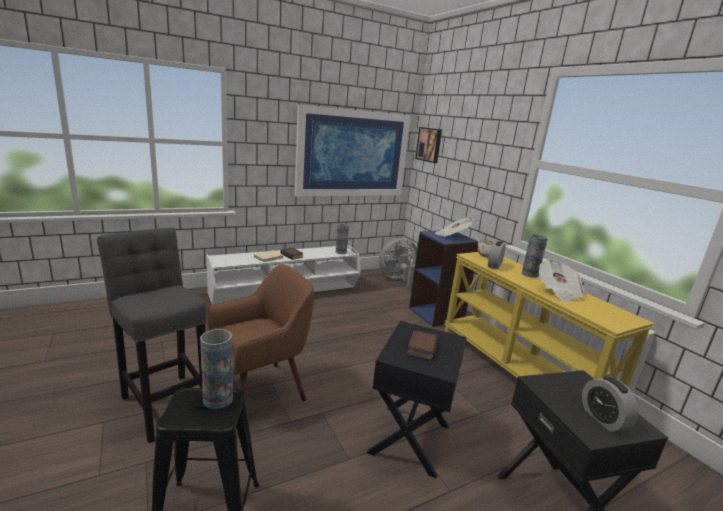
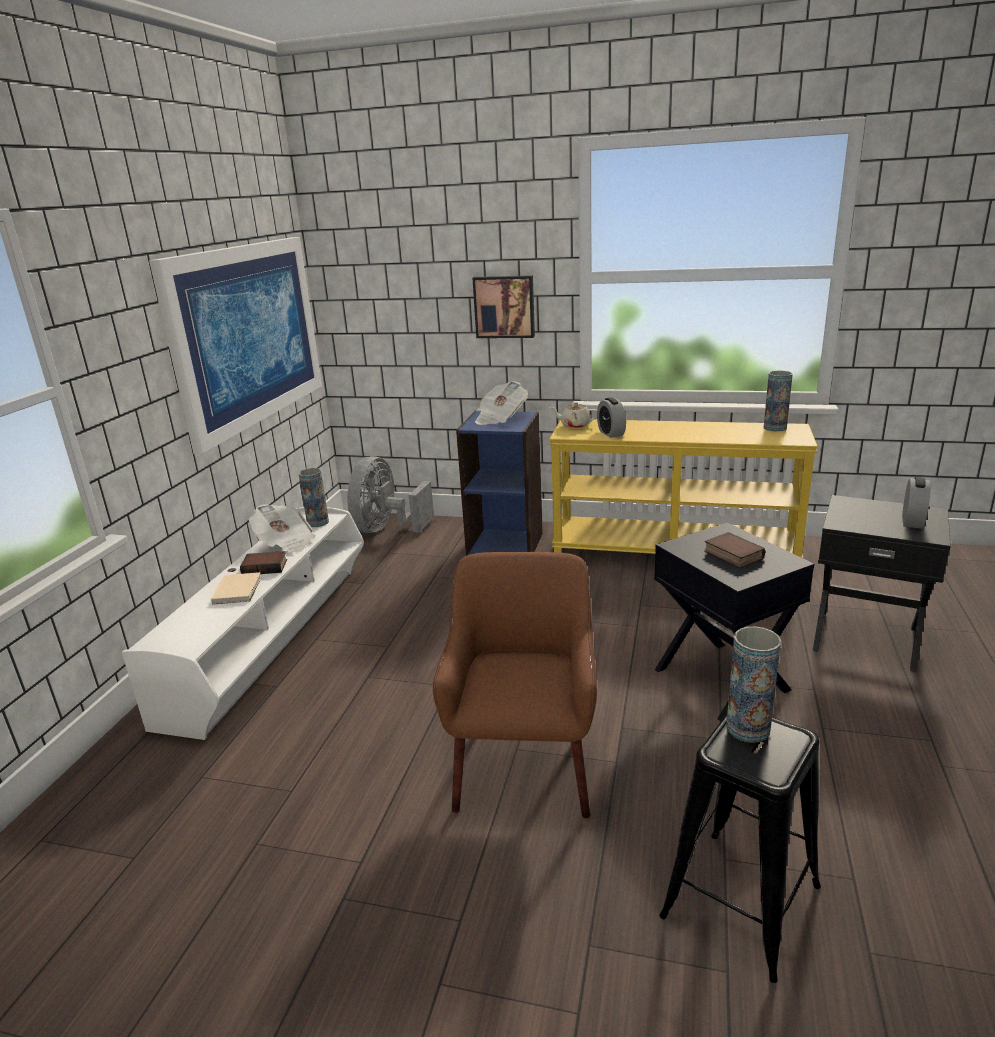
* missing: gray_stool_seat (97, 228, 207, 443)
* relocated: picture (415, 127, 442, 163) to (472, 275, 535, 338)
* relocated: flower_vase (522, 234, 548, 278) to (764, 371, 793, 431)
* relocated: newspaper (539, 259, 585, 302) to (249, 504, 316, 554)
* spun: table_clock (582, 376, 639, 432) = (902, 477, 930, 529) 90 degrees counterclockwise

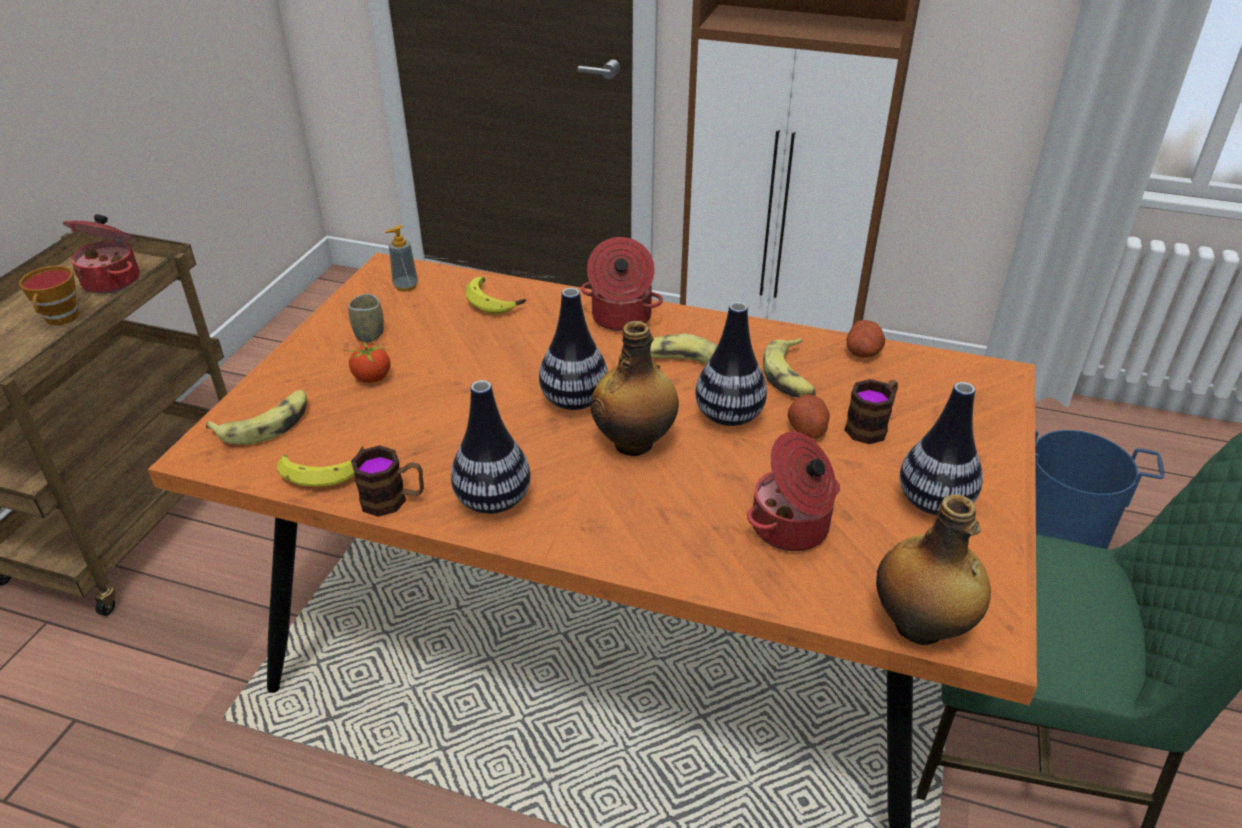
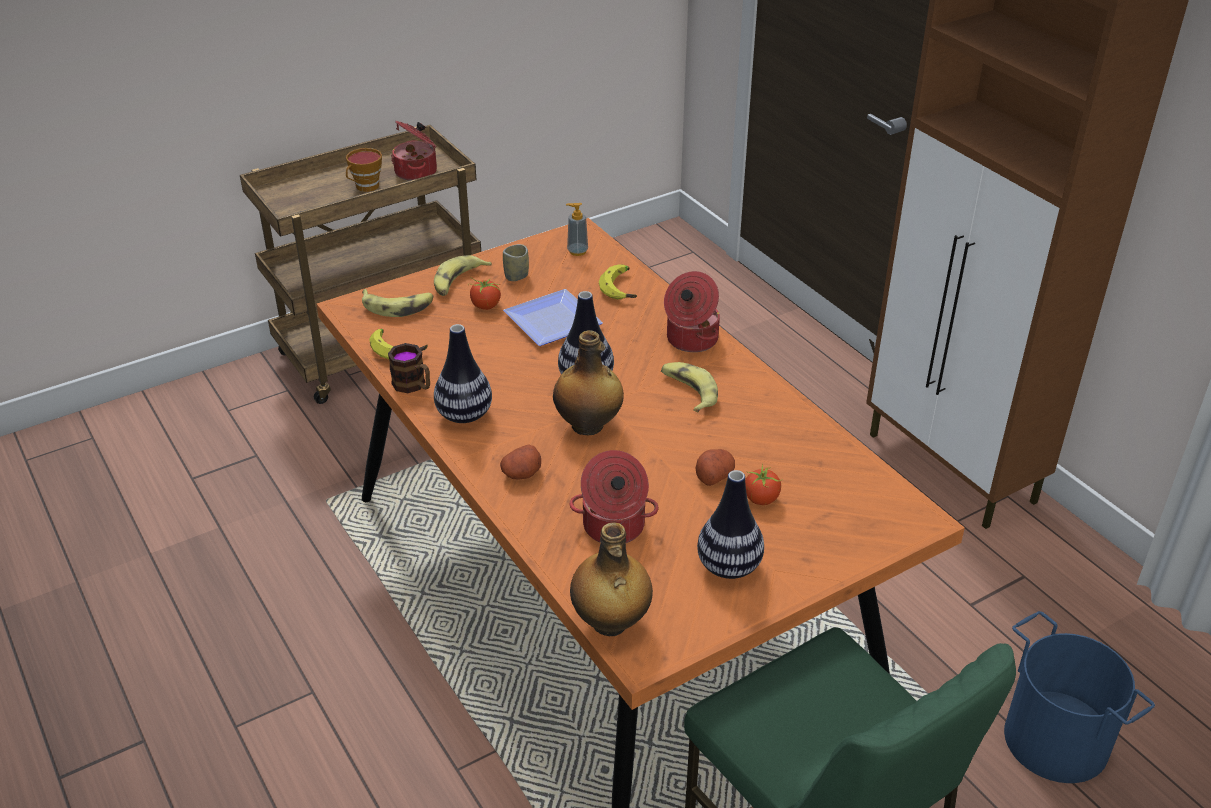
* missing: flower_vase (695, 302, 767, 426)
* relocated: whole_banana (763, 338, 816, 397) to (434, 255, 492, 296)
* exchanged: coffee_mug (844, 379, 898, 444) to tomato (745, 464, 781, 505)
* relocated: spud (847, 320, 885, 358) to (500, 444, 541, 480)
* appeared: dinner_plate (503, 289, 603, 346)

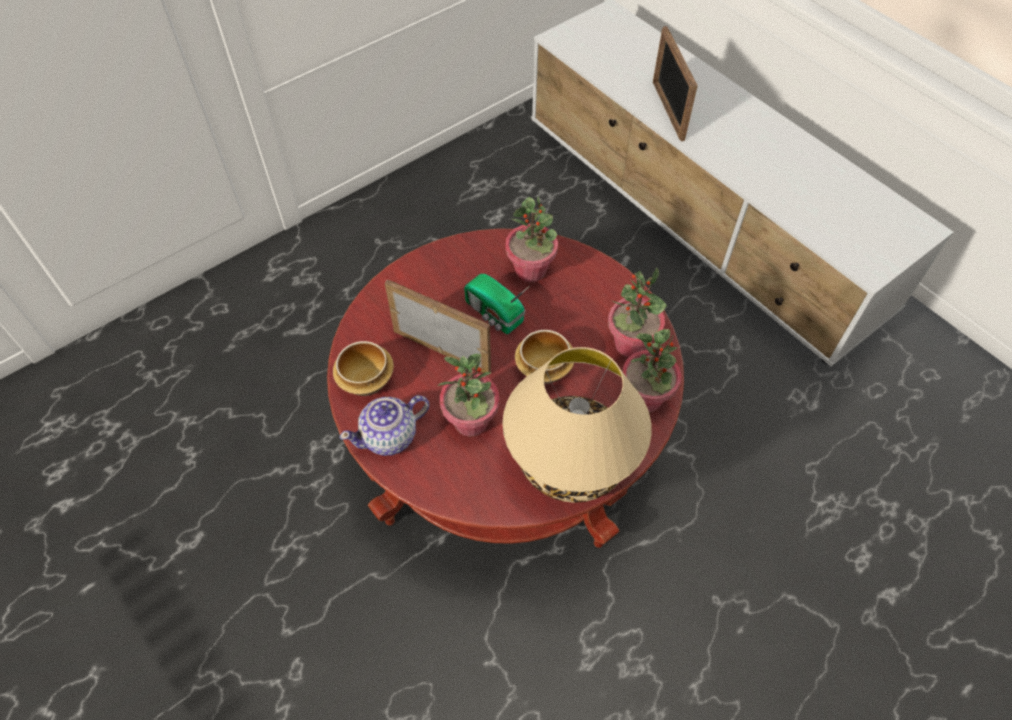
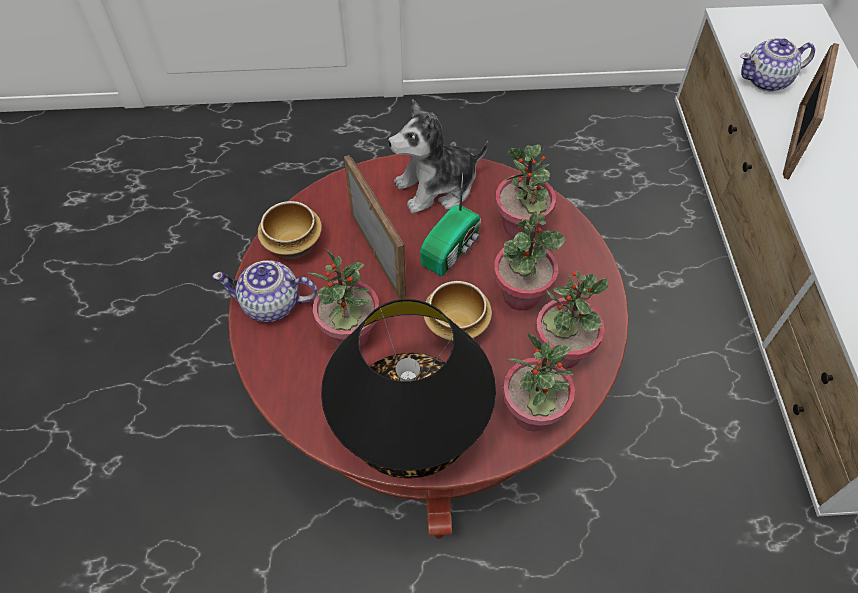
* spun: radio_receiver (464, 274, 530, 334) = (420, 173, 481, 276) 135 degrees counterclockwise
* colour: beige_tabletop_lamp (502, 347, 652, 503) to black_tabletop_lamp (321, 299, 496, 479)
* appeared: soft_toy (388, 99, 489, 214)
* appeared: houseplant (494, 211, 566, 311)
* appeared: teapot (740, 37, 815, 91)

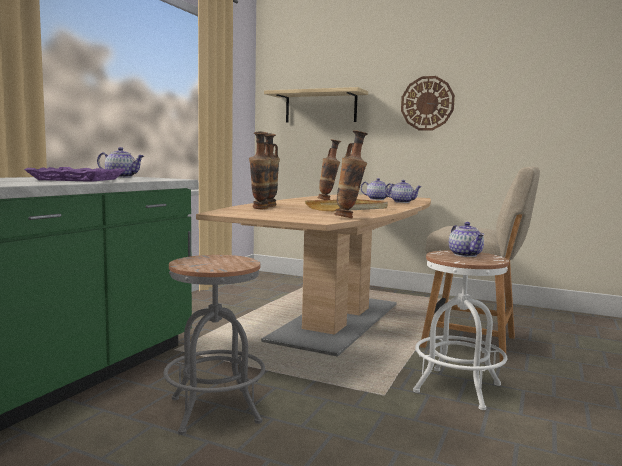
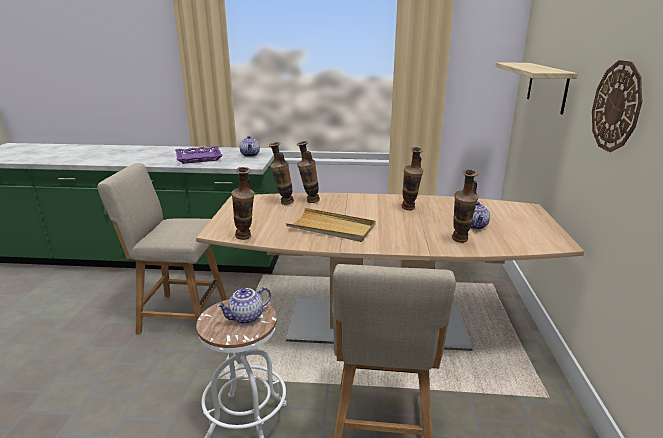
* exchanged: gray_stool_seat (163, 255, 265, 435) to beige_upright_chair (97, 163, 227, 335)
* exchanged: teapot (385, 180, 422, 203) to flower_vase (452, 169, 478, 243)

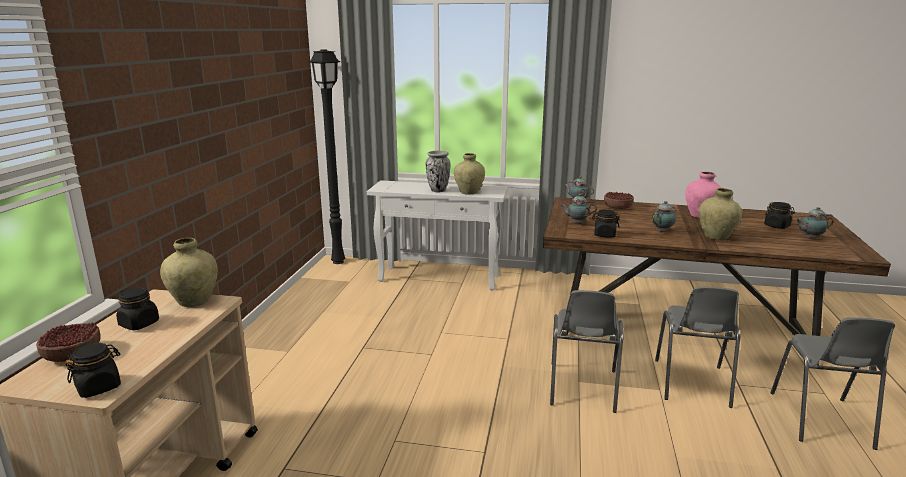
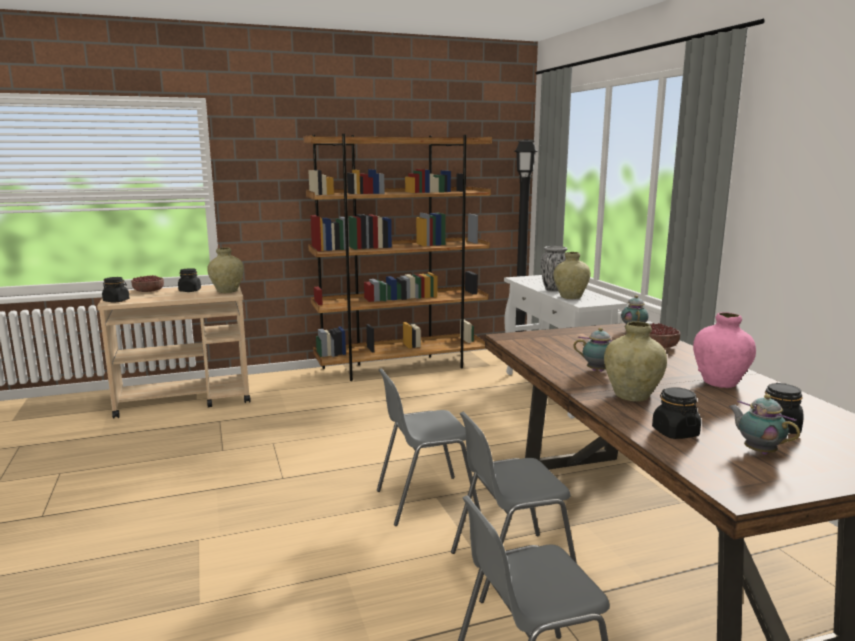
* missing: teapot (560, 194, 597, 224)
* relocated: black_preserve_jar (592, 210, 620, 237) to (652, 387, 701, 439)
* appeared: brown-coloured_bookshelf (303, 134, 492, 381)

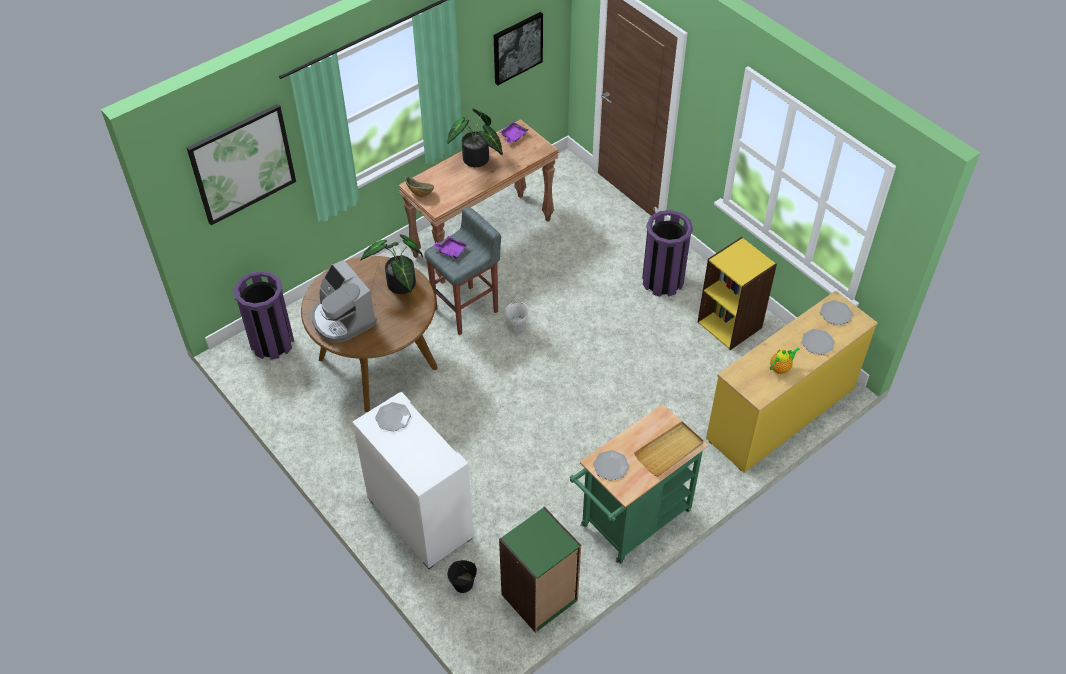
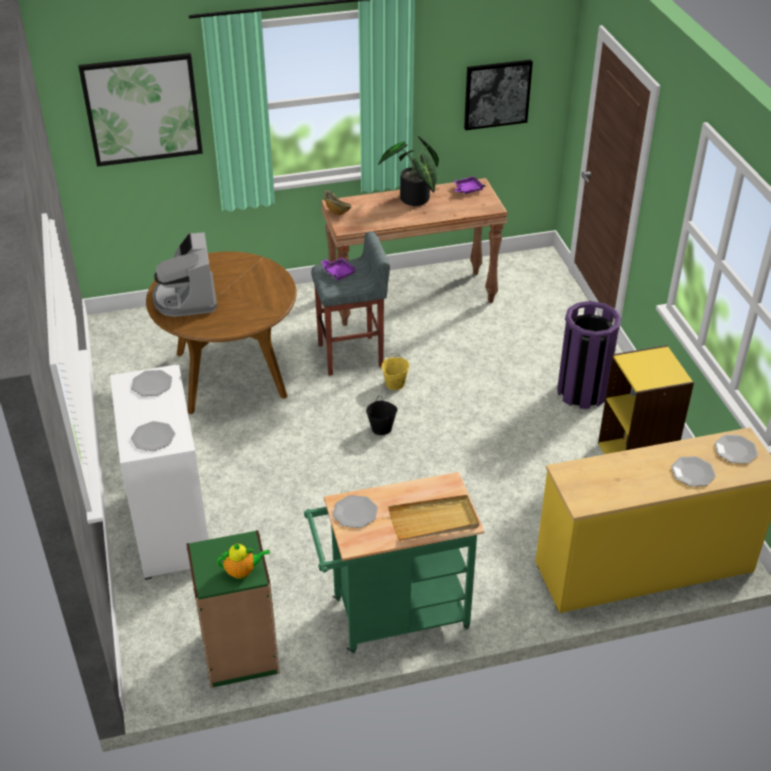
* missing: purplish_rubbish_bin (234, 271, 294, 360)
* missing: houseplant (360, 234, 423, 294)
* relocated: black_pail (447, 560, 477, 593) to (366, 396, 397, 435)
* colour: white_pail (505, 302, 529, 331) to yellow-coloured_pail (382, 353, 409, 390)
* relocated: teapot (770, 347, 800, 374) to (217, 543, 270, 579)
* appeared: dinner_plate (131, 421, 175, 451)

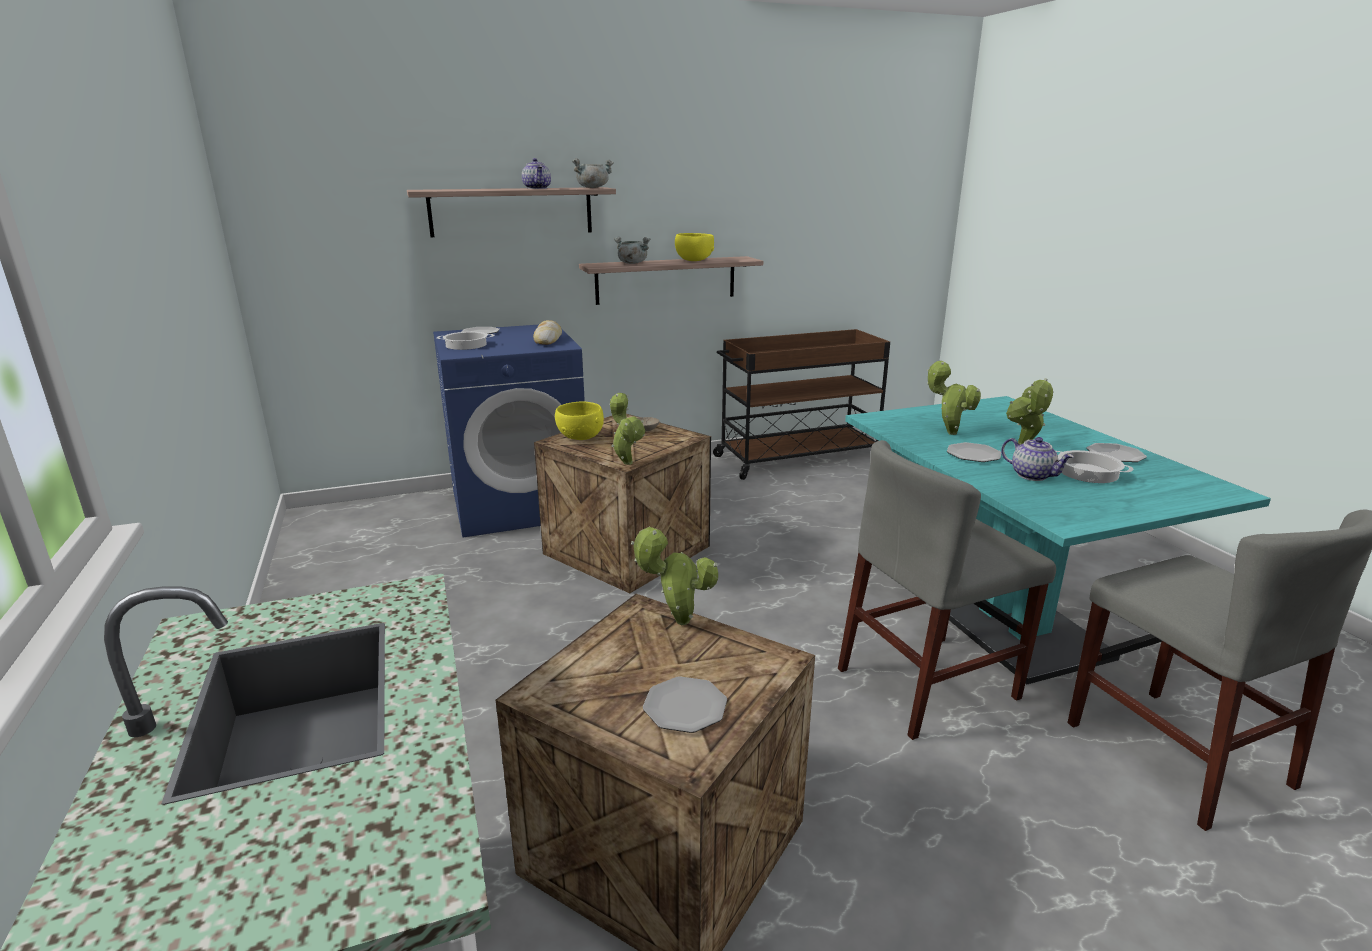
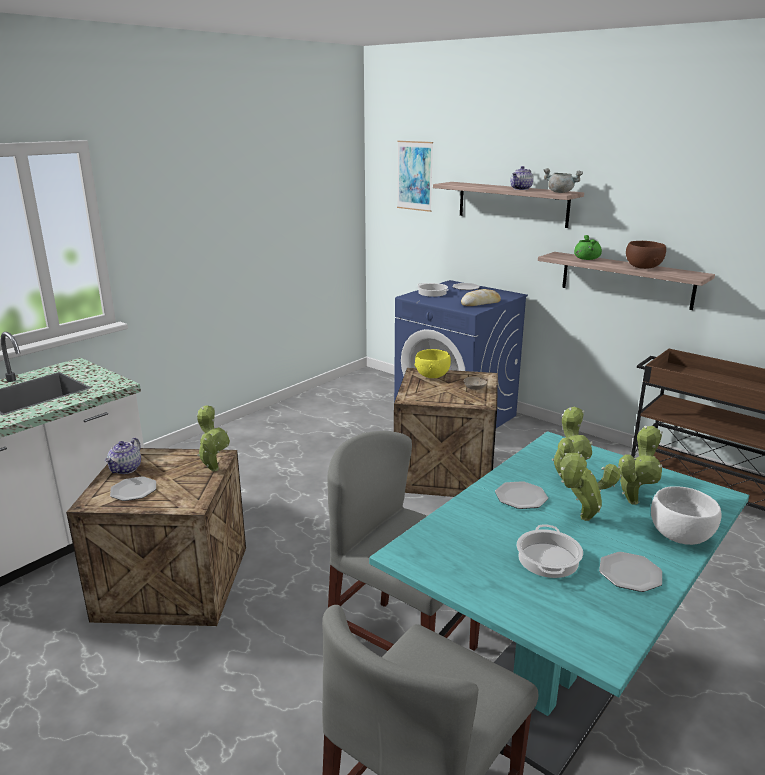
* relocated: houseplant (609, 393, 645, 465) to (618, 426, 663, 505)
* colour: gray_stockpot (614, 237, 651, 264) to greenish_stockpot (574, 235, 602, 260)
* colour: yellow-coloured_bowl (675, 233, 714, 261) to brown-coloured_bowl (626, 241, 666, 269)
* relocated: teapot (1001, 437, 1074, 481) to (105, 438, 141, 474)
* appeared: picture (397, 141, 433, 212)
* appeared: white_bowl (651, 486, 722, 545)

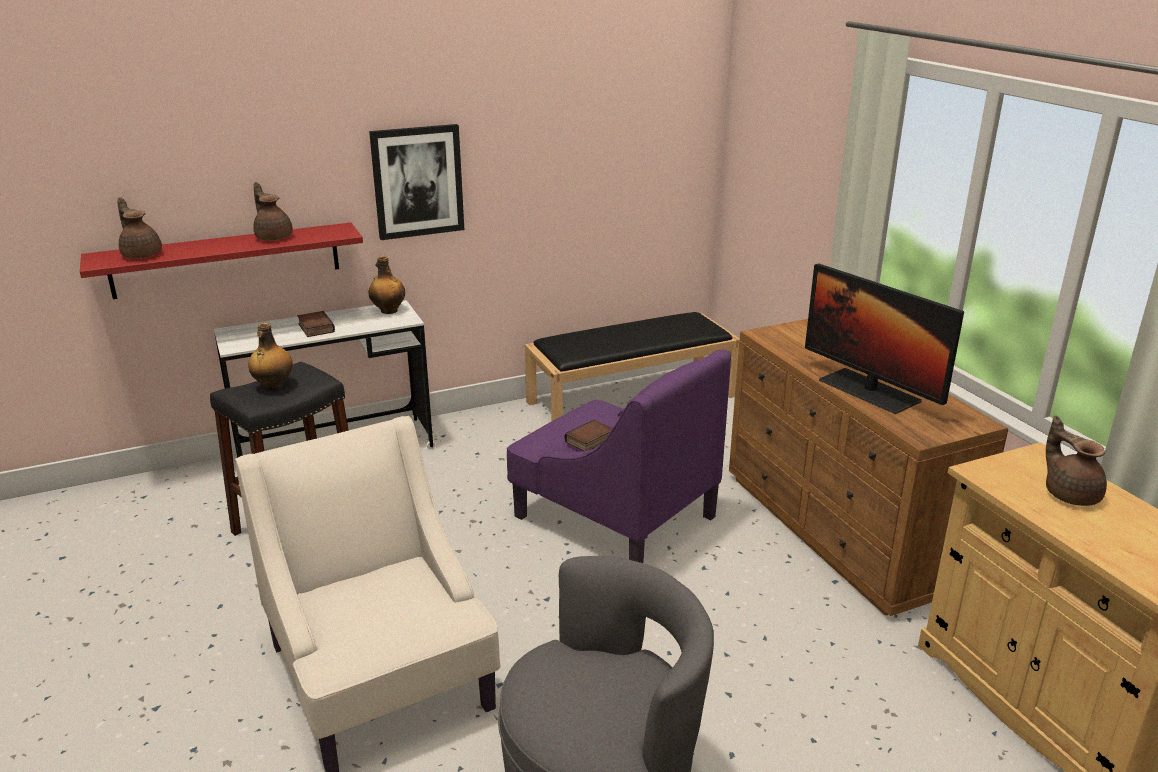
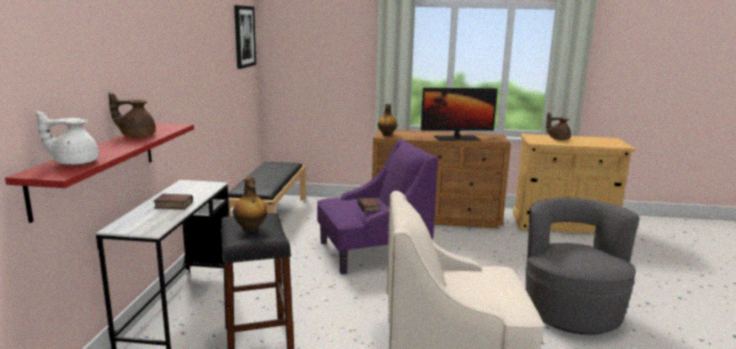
* colour: brown-coloured_teapot (117, 197, 162, 259) to white_teapot (36, 111, 99, 165)
* relocated: picture (369, 124, 464, 240) to (234, 5, 256, 69)
* relocated: beverage_bottle (369, 256, 405, 314) to (378, 104, 397, 136)

